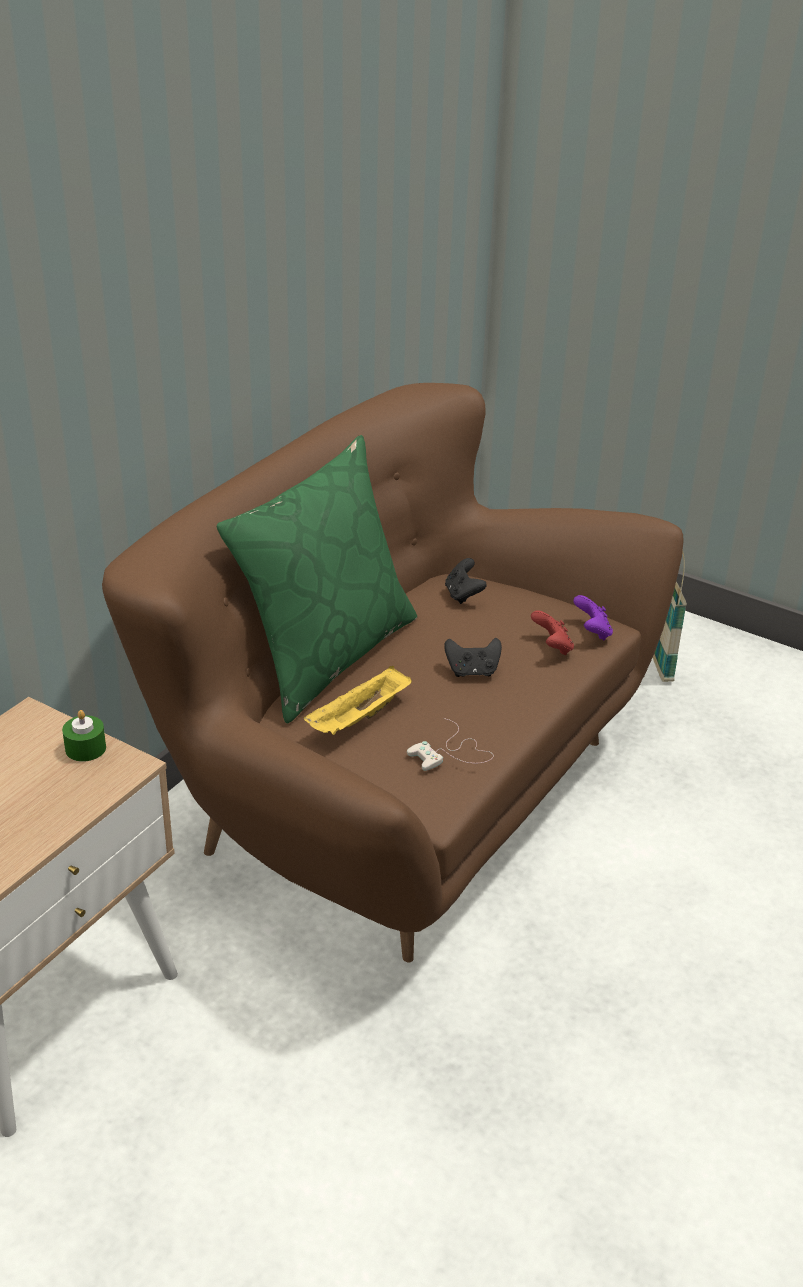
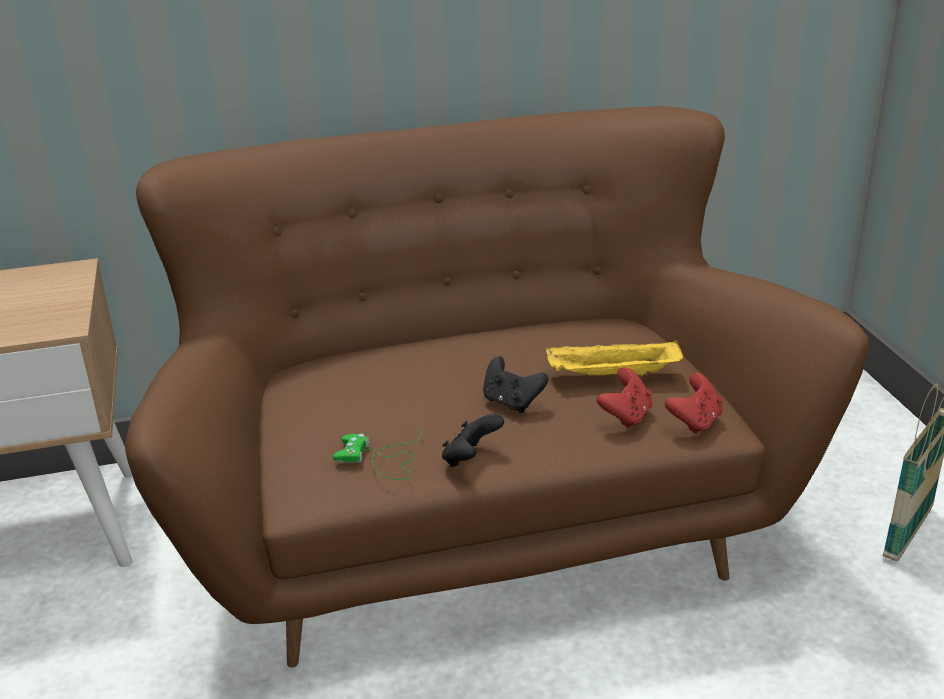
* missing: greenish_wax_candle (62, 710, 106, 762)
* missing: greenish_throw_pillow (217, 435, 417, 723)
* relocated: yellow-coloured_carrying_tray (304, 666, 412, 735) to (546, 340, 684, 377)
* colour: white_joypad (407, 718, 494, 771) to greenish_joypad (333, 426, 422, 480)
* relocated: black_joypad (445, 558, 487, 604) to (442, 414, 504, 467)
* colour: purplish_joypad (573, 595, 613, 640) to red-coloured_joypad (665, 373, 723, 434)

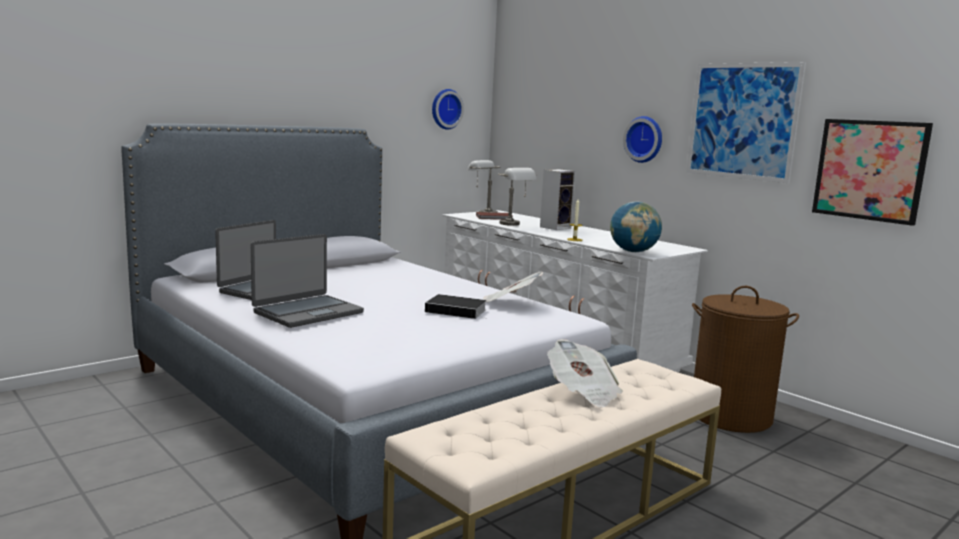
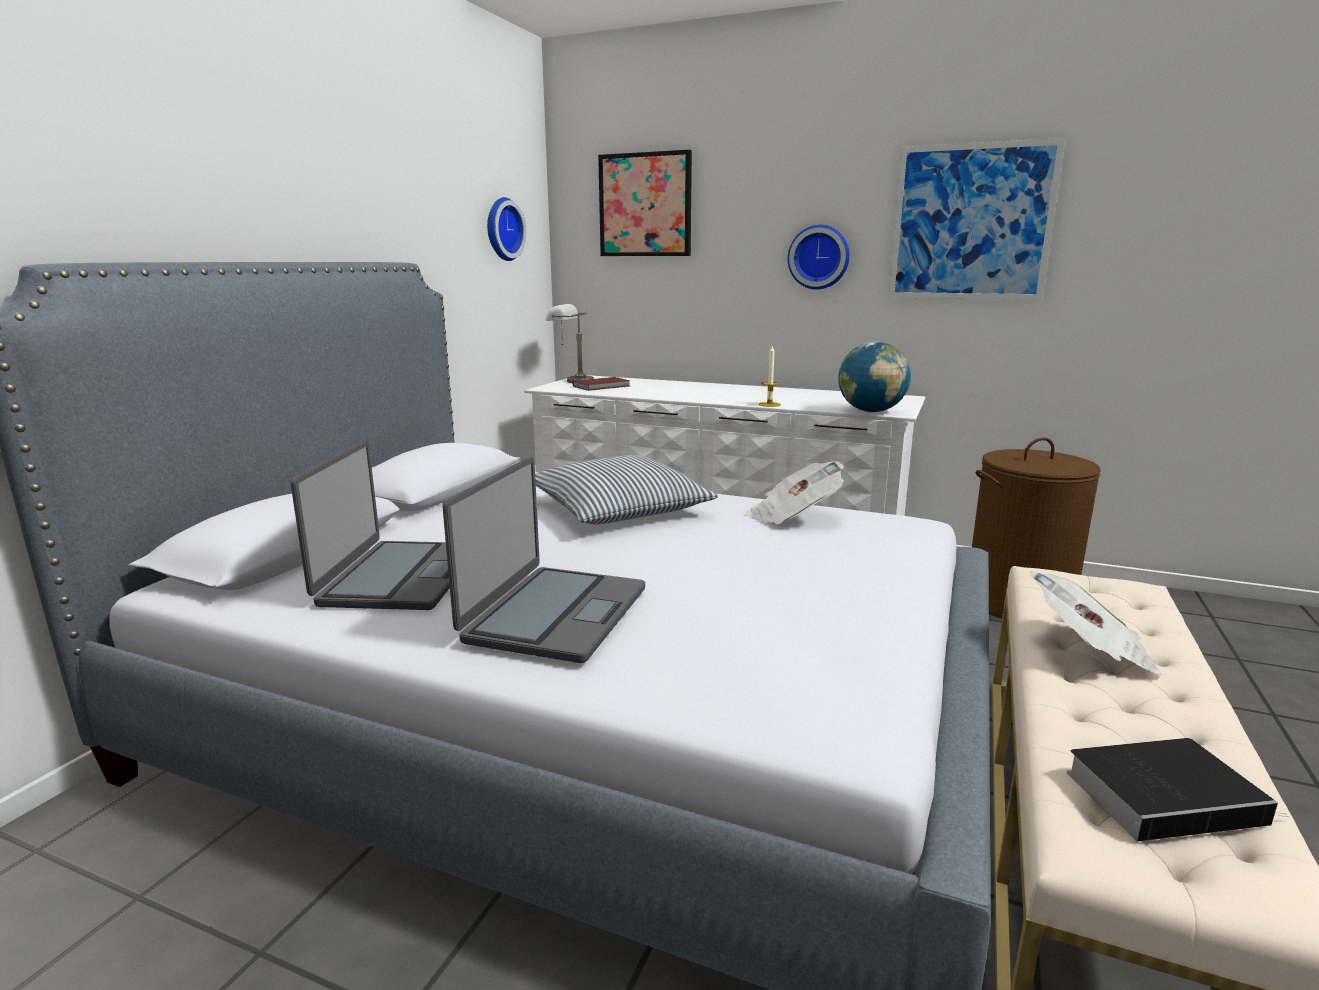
* relocated: book (425, 294, 487, 319) to (1066, 738, 1289, 842)
* missing: gray_tabletop_lamp (498, 168, 537, 226)
* missing: audio_speaker (540, 169, 576, 230)
* relocated: picture (812, 119, 933, 226) to (598, 150, 692, 256)
* appeared: throw_pillow (535, 455, 718, 524)

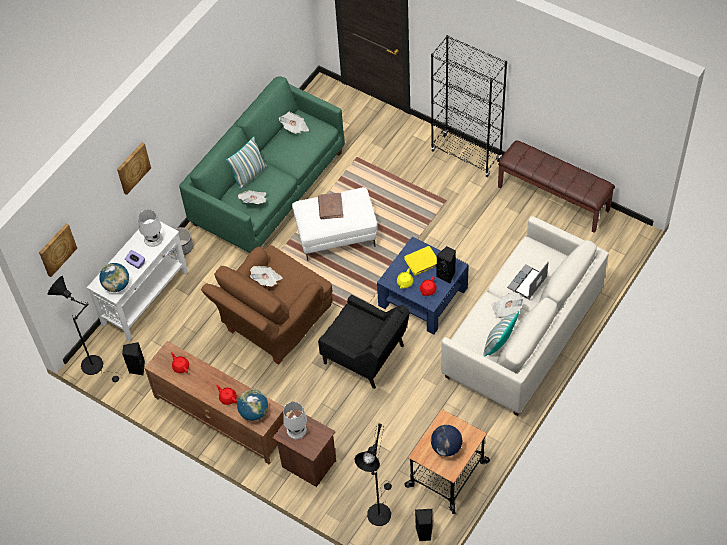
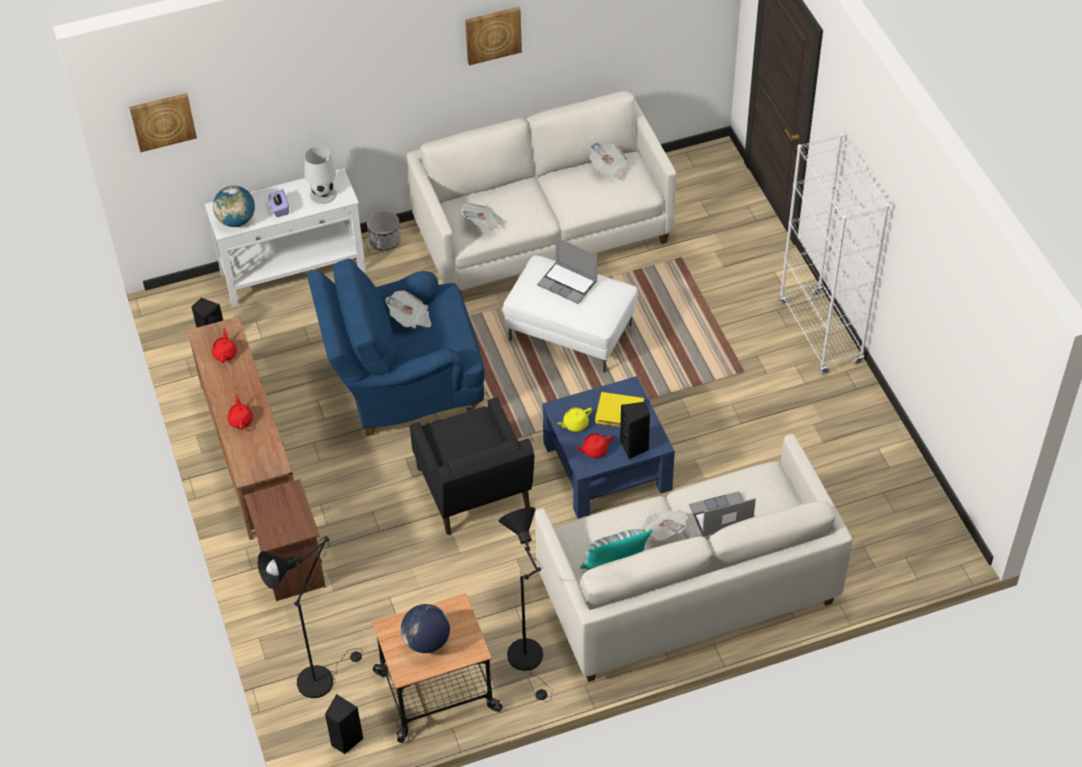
* relocated: black_standard_lamp (48, 276, 122, 382) to (499, 507, 552, 702)
* relocated: picture (117, 142, 151, 195) to (465, 7, 522, 65)
* colour: greenish_sofa (179, 77, 345, 253) to white_sofa (407, 91, 676, 292)
* colour: brown-coloured_lounge_chair (201, 245, 333, 365) to blue_lounge_chair (307, 258, 485, 436)
* missing: throw_pillow (226, 137, 267, 190)
* missing: globe (237, 390, 268, 421)
* missing: white_tabletop_lamp (283, 402, 307, 439)
* exchanged: brown-coloured_book (318, 193, 343, 219) to notebook_computer (537, 237, 598, 304)
* colour: black_bookshelf (431, 35, 507, 177) to white_bookshelf (779, 133, 889, 375)
* missing: brown-coloured_bench (498, 140, 615, 233)

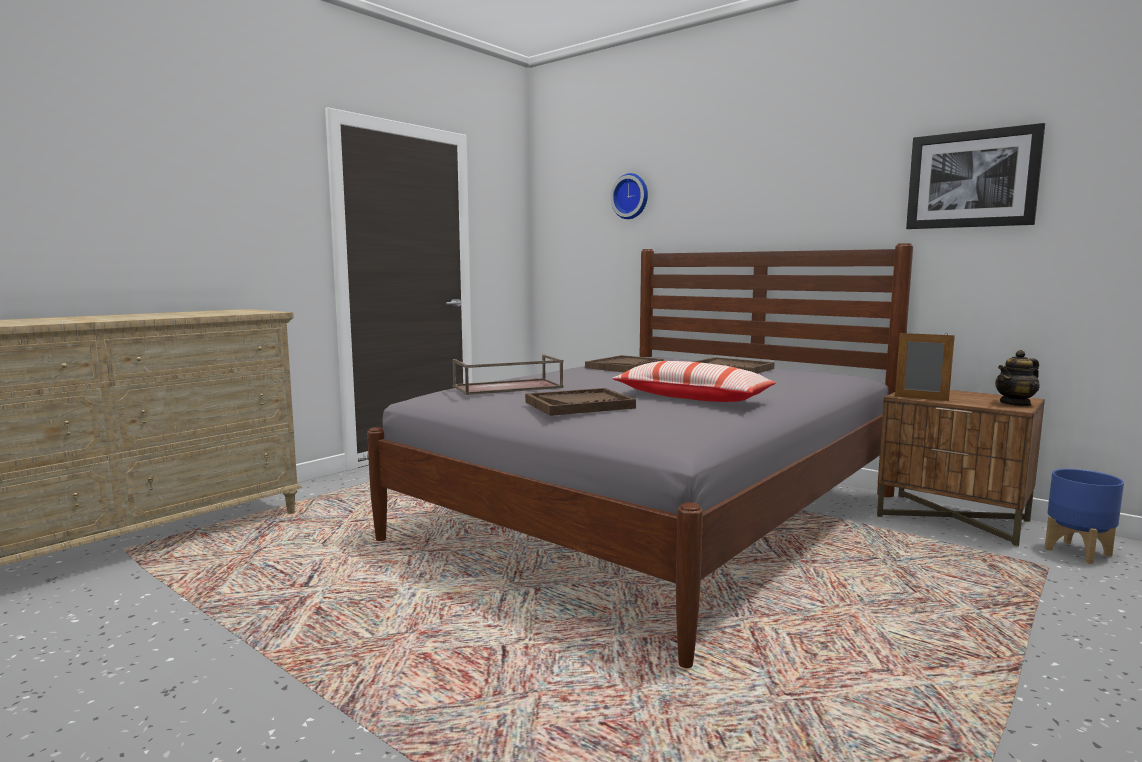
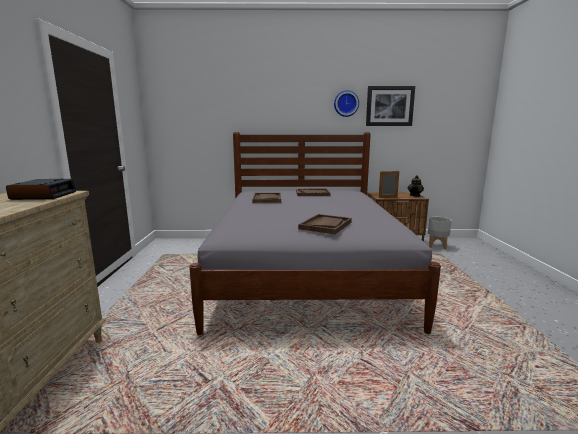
* missing: brown-coloured_carrying_tray (452, 354, 564, 395)
* relocated: wall_clock (610, 173, 648, 219) to (334, 90, 359, 117)
* missing: throw_pillow (612, 361, 776, 402)
* colour: blue_plant_pot (1045, 469, 1124, 564) to gray_plant_pot (428, 217, 452, 249)
* appeared: table_clock (6, 178, 77, 200)

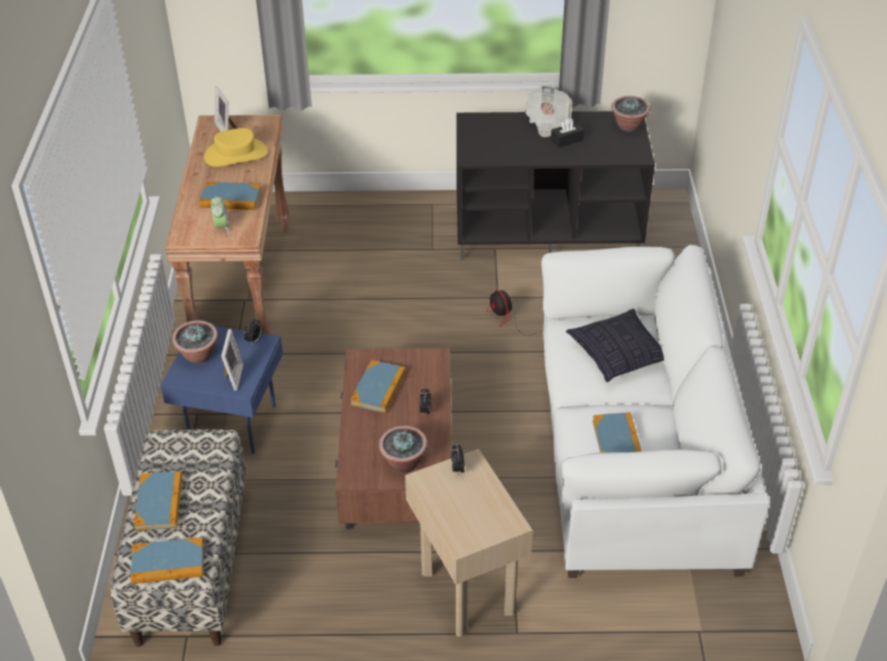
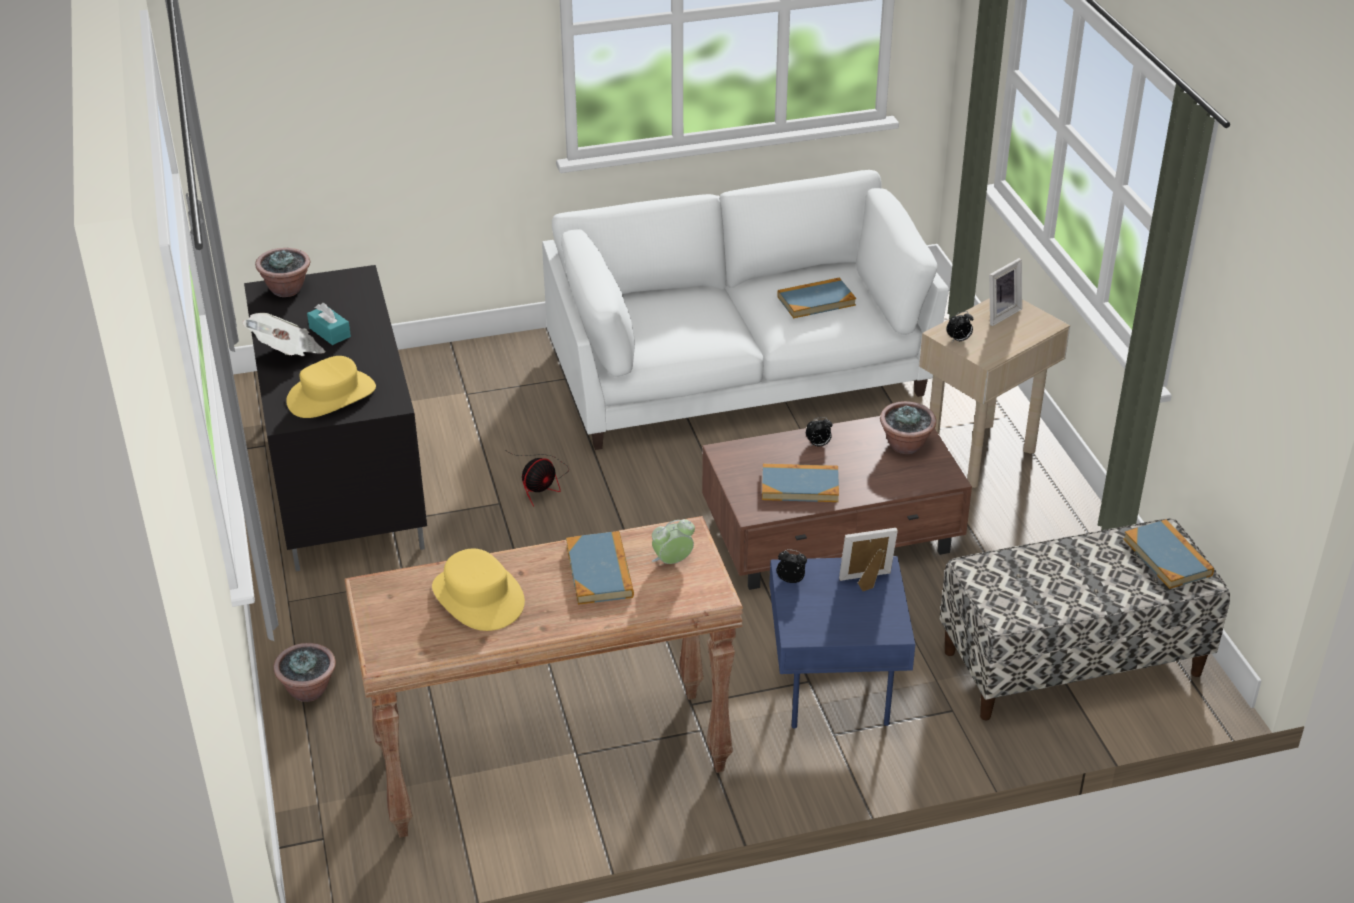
* missing: book (134, 471, 182, 531)
* relocated: houseplant (172, 320, 218, 364) to (273, 643, 336, 702)
* relocated: standing_frame (214, 86, 236, 132) to (989, 258, 1022, 326)
* colour: black_tissue_holder (551, 118, 584, 148) to blue-green_tissue_holder (307, 303, 351, 345)
* missing: throw_pillow (566, 309, 664, 382)
* appeared: yellow-coloured_wearable_hat (286, 356, 376, 418)

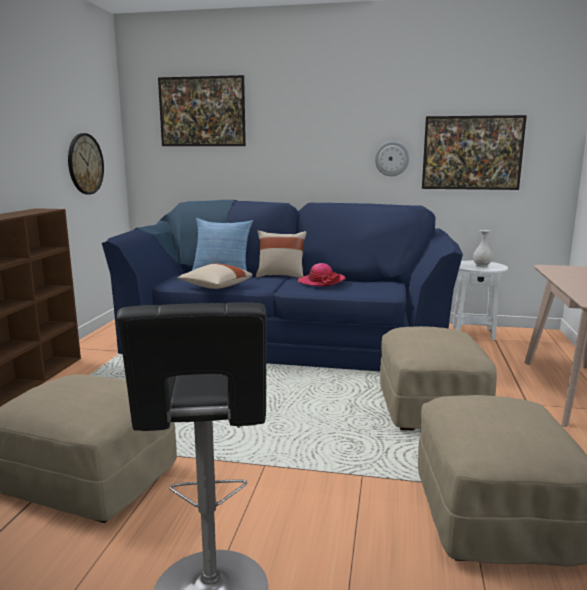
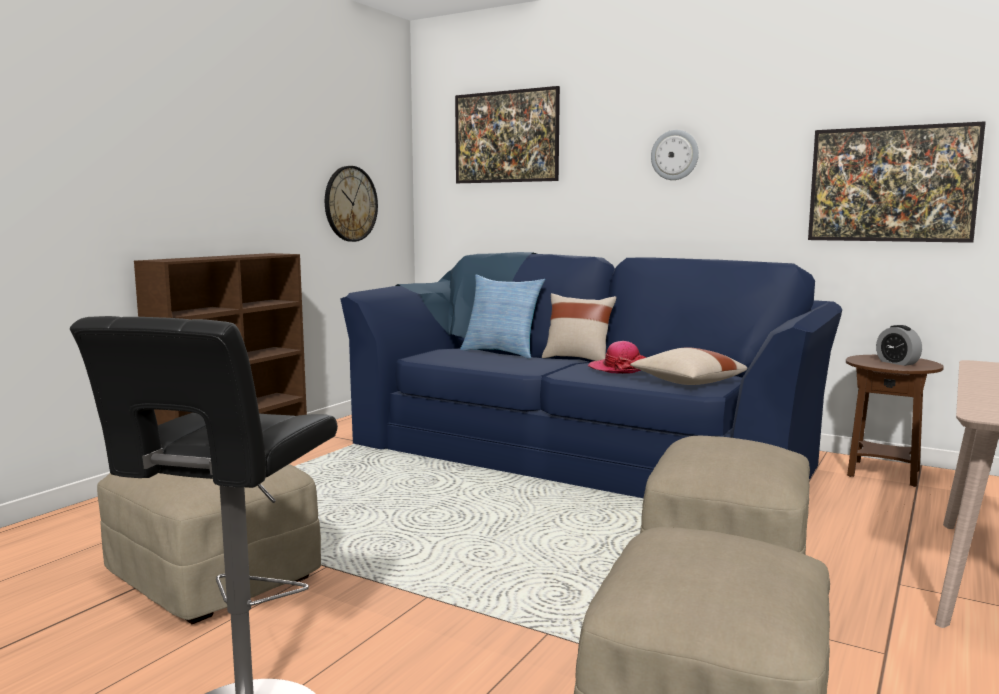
* relocated: beige_throw_pillow (178, 264, 253, 289) to (630, 347, 747, 385)
* relocated: wall_clock (375, 141, 410, 176) to (651, 130, 699, 180)
* colour: white_side_table (453, 261, 508, 340) to brown-coloured_side_table (846, 355, 944, 487)
* exchanged: white_flower_vase (473, 230, 492, 267) to table_clock (876, 325, 922, 366)

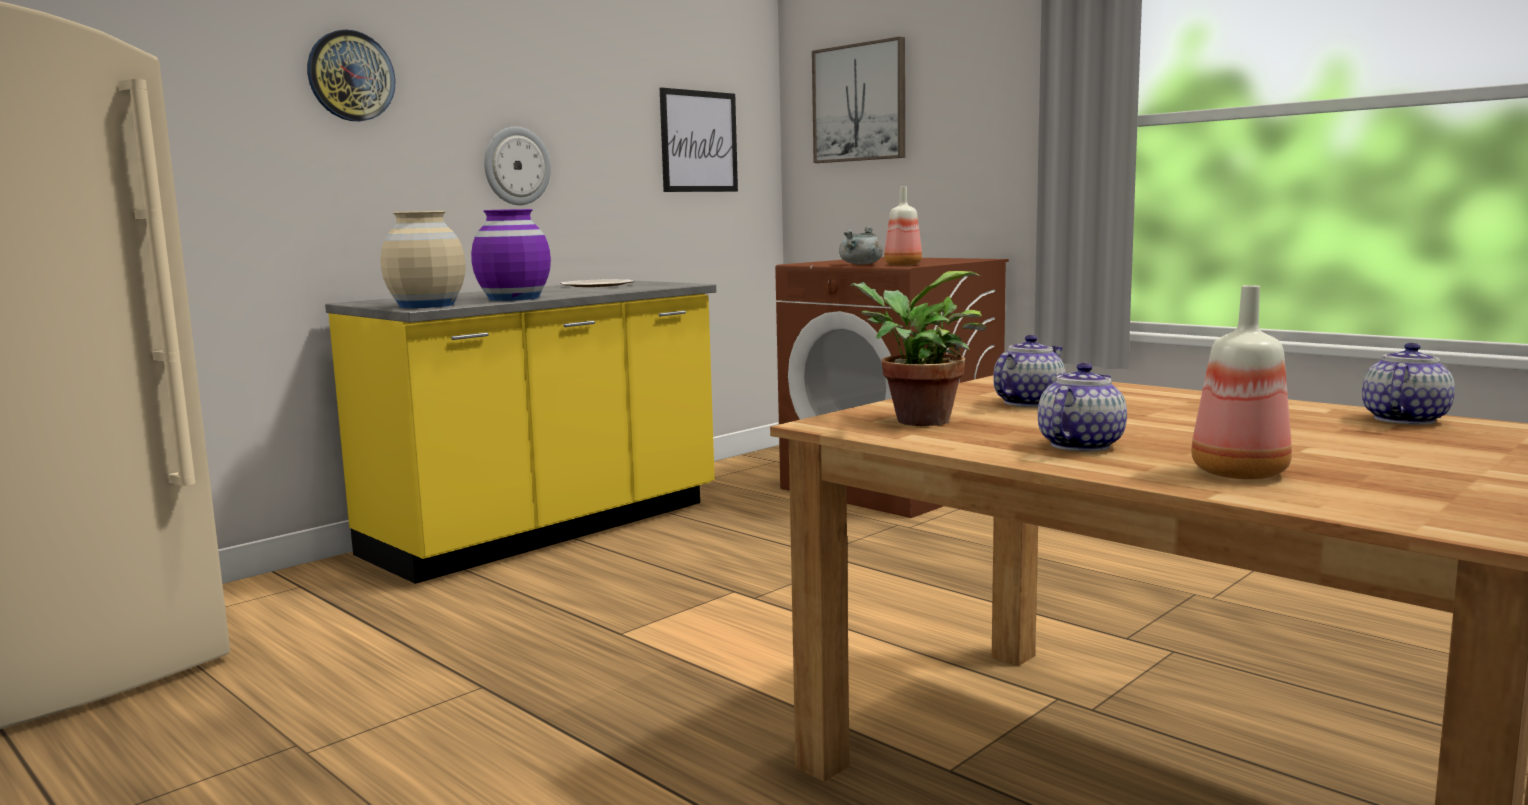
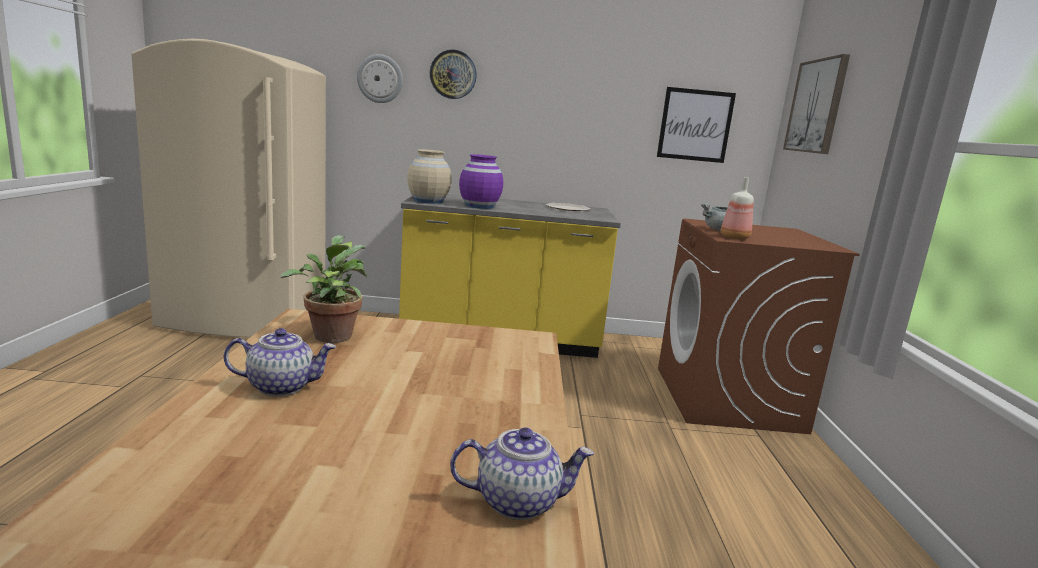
* relocated: wall_clock (484, 127, 551, 205) to (357, 54, 403, 103)
* missing: teapot (993, 335, 1066, 407)
* missing: beverage_bottle (1191, 285, 1292, 479)

